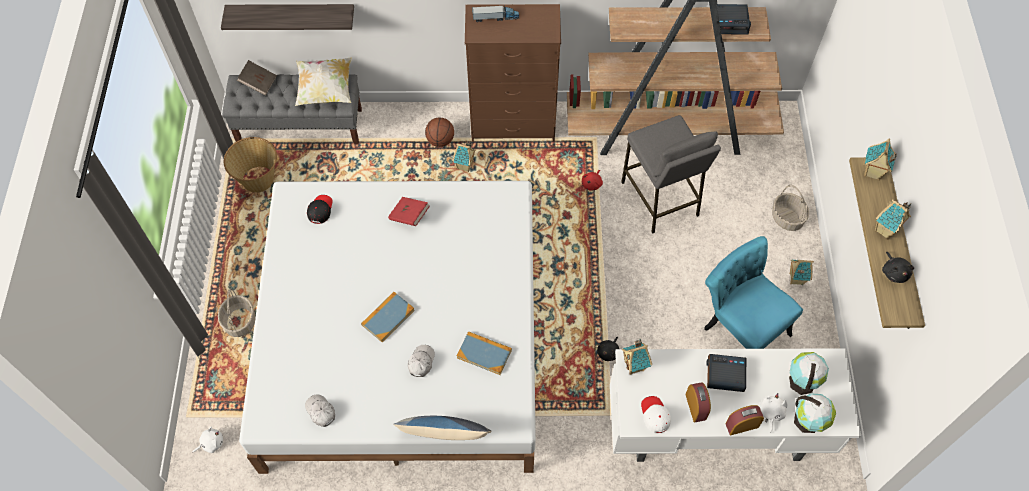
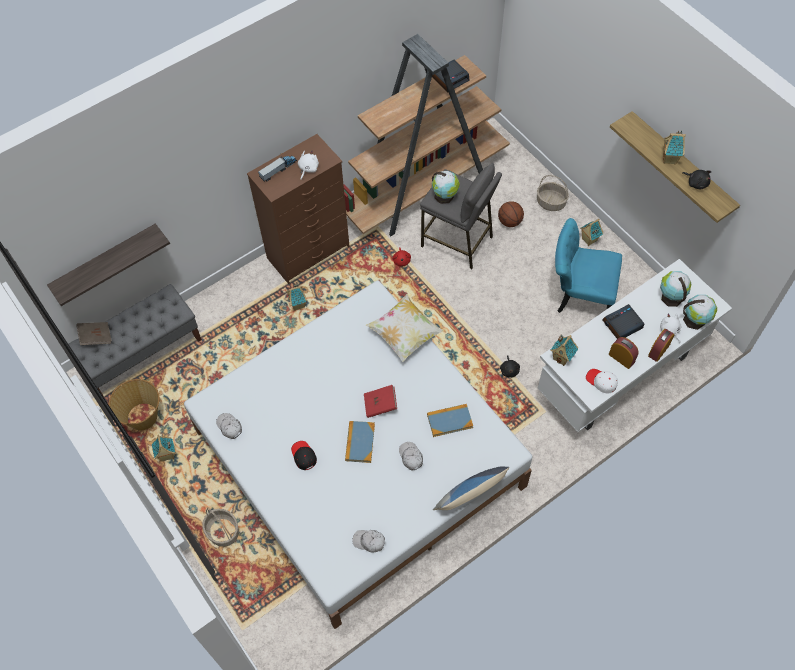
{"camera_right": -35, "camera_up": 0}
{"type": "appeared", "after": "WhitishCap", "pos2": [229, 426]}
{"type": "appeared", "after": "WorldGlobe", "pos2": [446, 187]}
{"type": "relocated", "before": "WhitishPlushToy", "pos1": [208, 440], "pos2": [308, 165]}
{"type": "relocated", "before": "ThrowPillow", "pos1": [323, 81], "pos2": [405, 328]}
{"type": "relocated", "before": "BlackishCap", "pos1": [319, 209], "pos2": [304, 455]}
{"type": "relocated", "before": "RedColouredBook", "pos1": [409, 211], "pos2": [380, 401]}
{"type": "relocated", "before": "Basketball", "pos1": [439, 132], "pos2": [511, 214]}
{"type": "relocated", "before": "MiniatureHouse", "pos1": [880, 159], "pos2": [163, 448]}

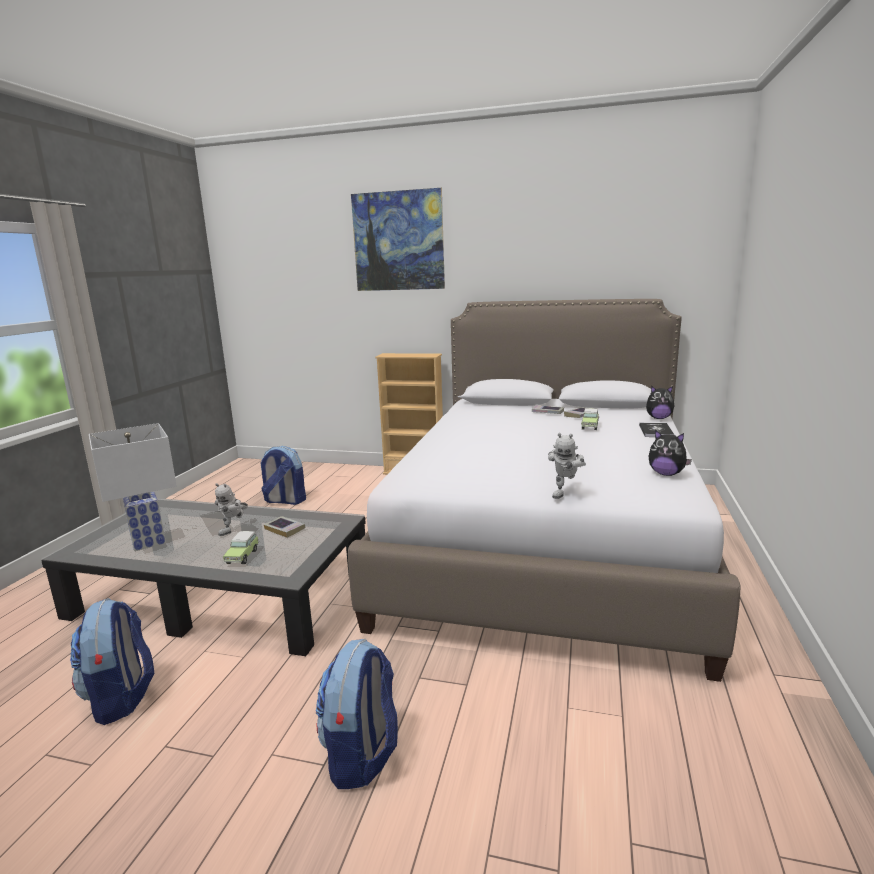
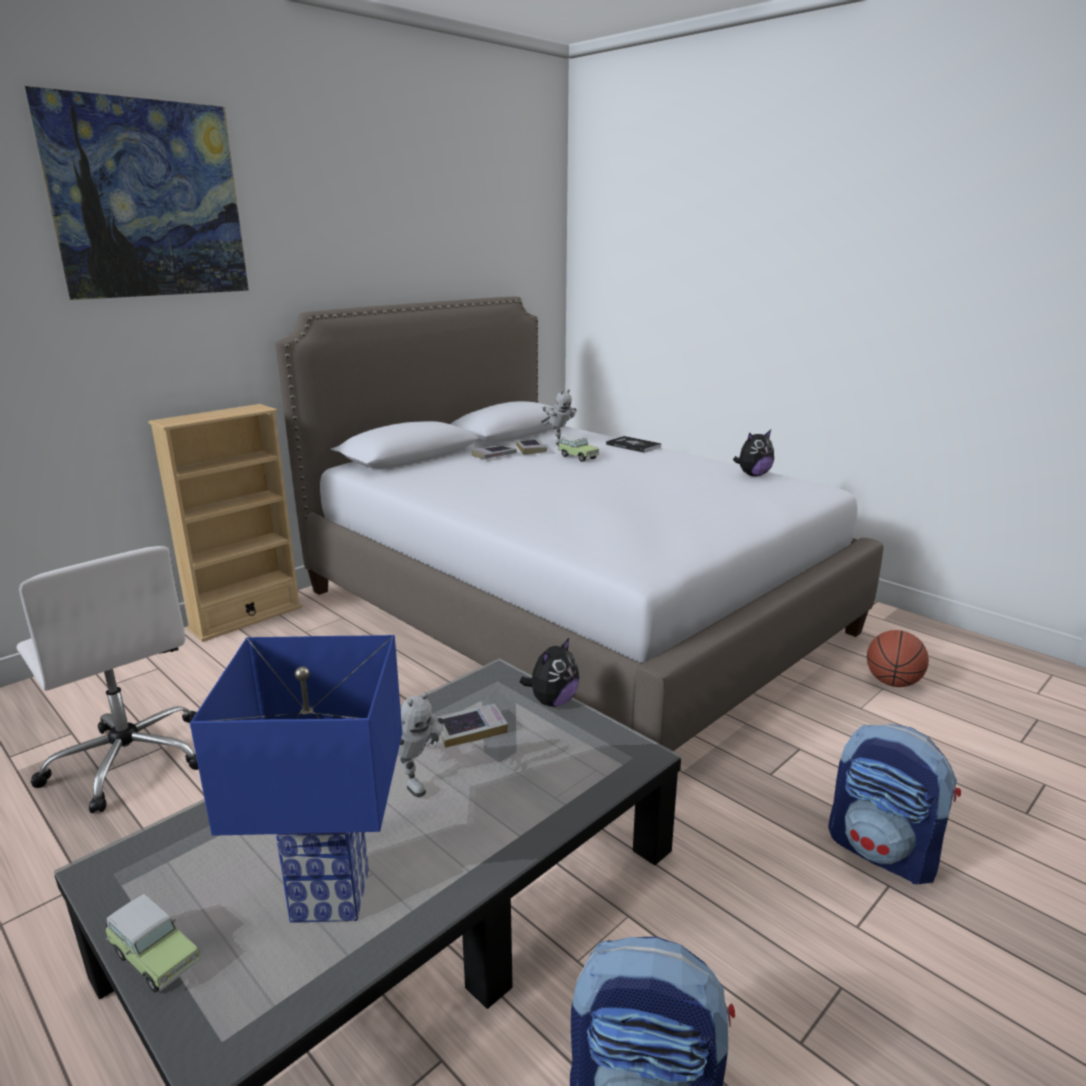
{"camera_right": -60, "camera_up": 5}
{"type": "appeared", "after": "Basketball", "pos2": [898, 658]}
{"type": "relocated", "before": "MiniatureCar", "pos1": [241, 547], "pos2": [153, 943]}
{"type": "relocated", "before": "ModelRobot", "pos1": [567, 466], "pos2": [558, 417]}
{"type": "relocated", "before": "PlushToy", "pos1": [660, 402], "pos2": [549, 672]}
{"type": "exchanged", "before": "Knapsack", "after": "WhitishDeskChair", "pos1": [283, 475], "pos2": [107, 679]}
{"type": "colour", "before": "WhitishTabletopLamp", "after": "BlueColouredTabletopLamp", "pos1": [133, 487], "pos2": [296, 779]}

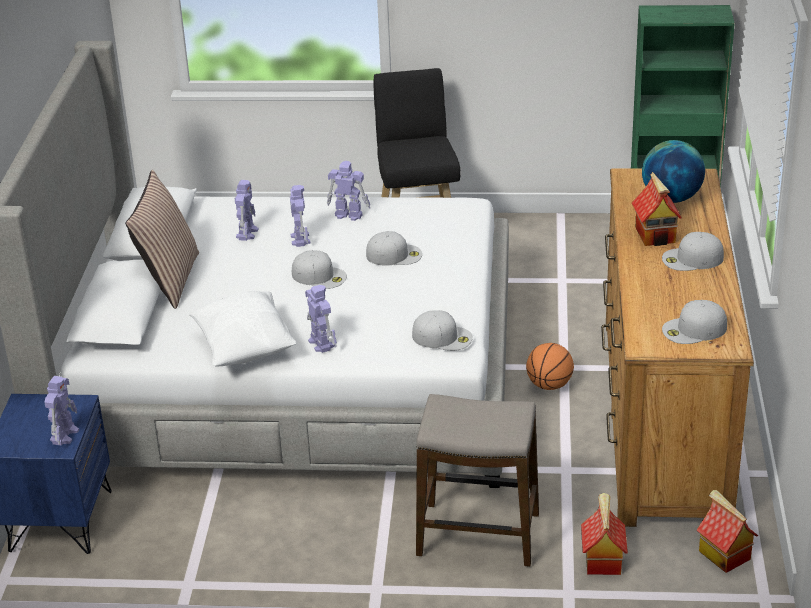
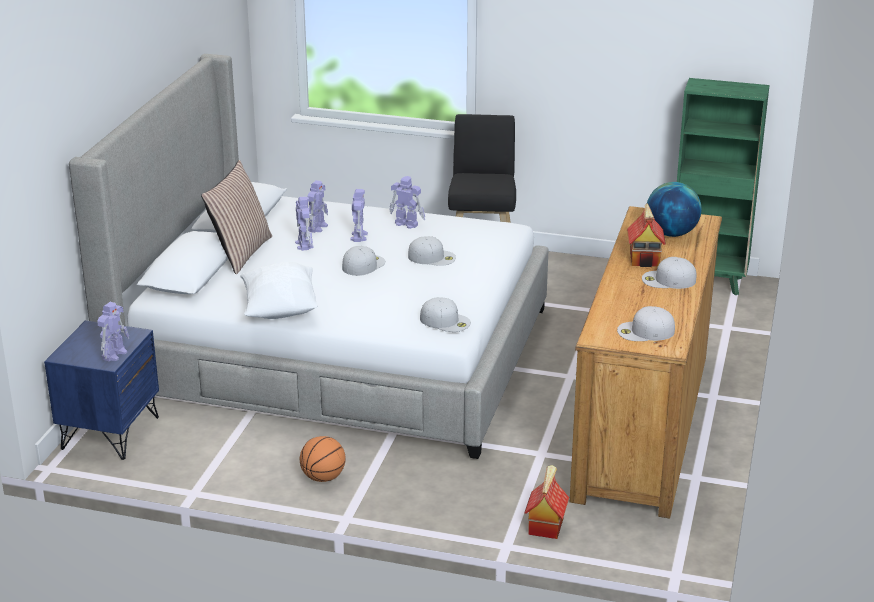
{"camera_right": 10, "camera_up": -5}
{"type": "missing", "before": "StoolSeat", "pos1": [477, 480]}
{"type": "missing", "before": "MiniatureHouse", "pos1": [727, 531]}
{"type": "relocated", "before": "ModelRobot", "pos1": [321, 319], "pos2": [304, 223]}
{"type": "relocated", "before": "Basketball", "pos1": [550, 366], "pos2": [323, 459]}
{"type": "spun", "before": "WhitishCap", "pos1": [319, 269], "pos2": [364, 261], "turn": -90}

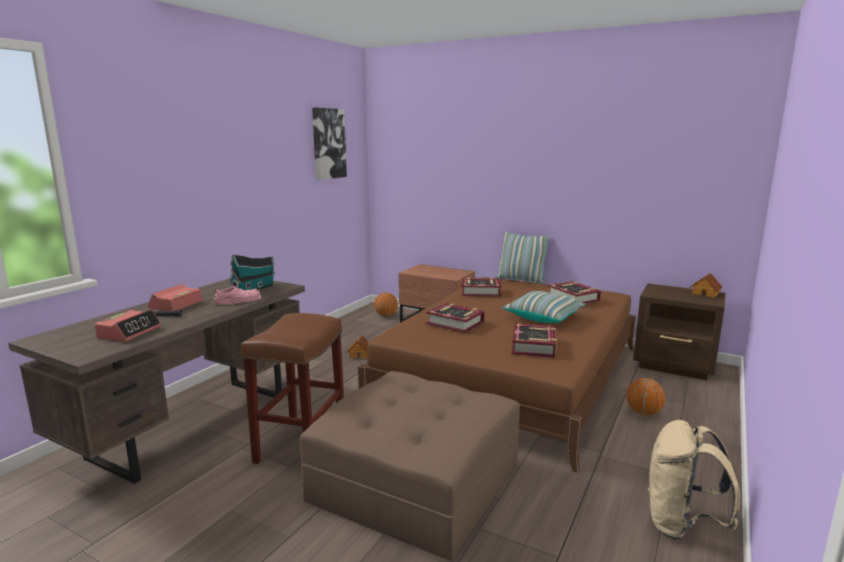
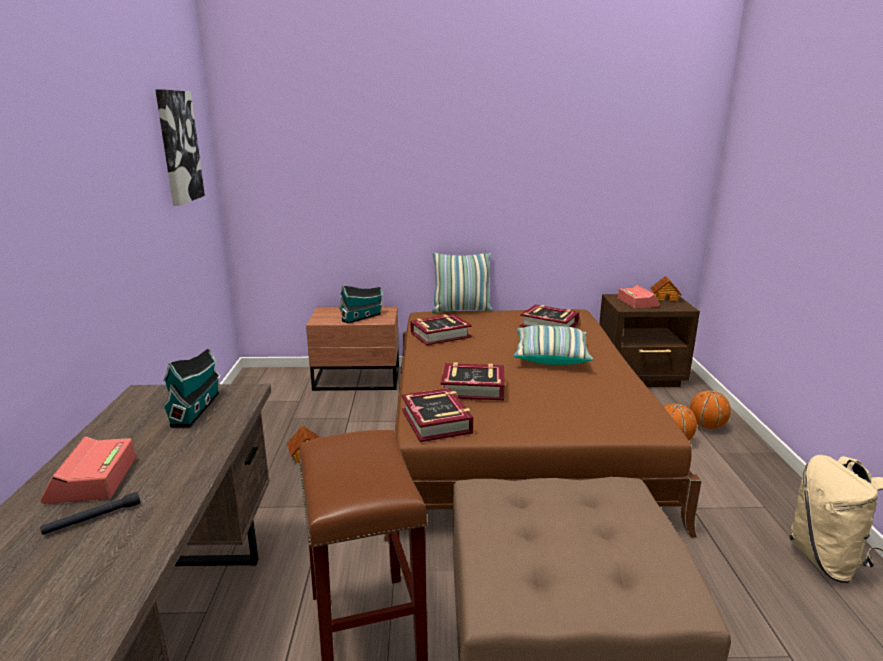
{"camera_right": -30, "camera_up": 5}
{"type": "missing", "before": "PinkishShoe", "pos1": [237, 295]}
{"type": "appeared", "after": "MiniatureHouse", "pos2": [361, 305]}
{"type": "relocated", "before": "AlarmClock", "pos1": [127, 325], "pos2": [639, 297]}
{"type": "relocated", "before": "Basketball", "pos1": [386, 304], "pos2": [710, 409]}
{"type": "relocated", "before": "Book", "pos1": [534, 340], "pos2": [437, 415]}

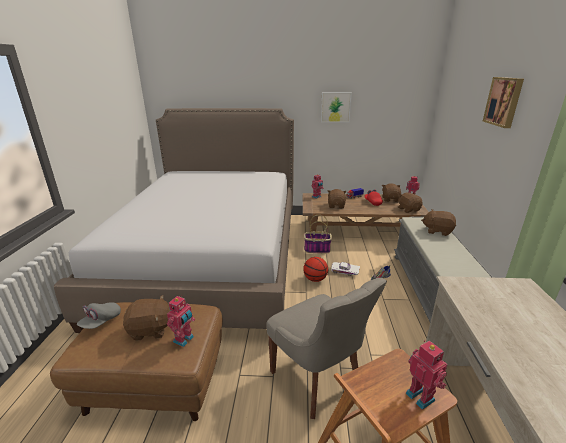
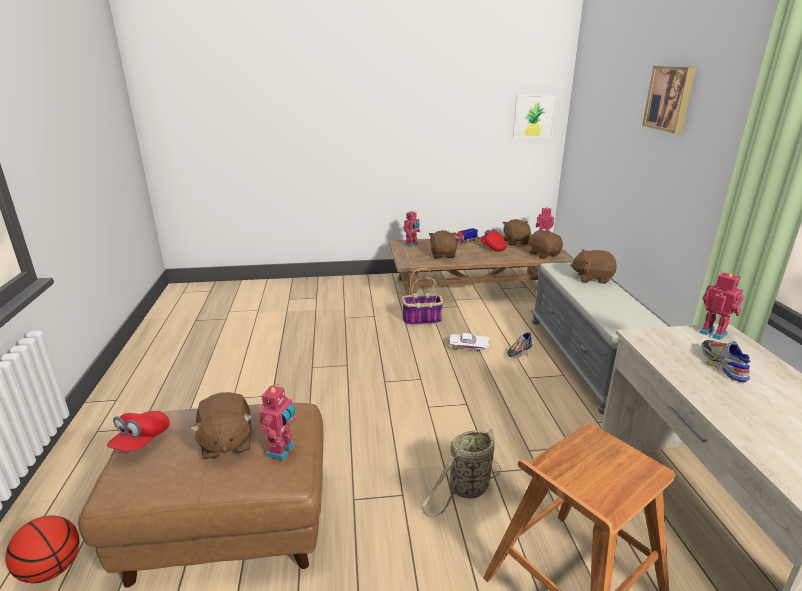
{"camera_right": -10, "camera_up": 0}
{"type": "missing", "before": "Bed", "pos1": [174, 220]}
{"type": "appeared", "after": "Shoe", "pos2": [726, 361]}
{"type": "relocated", "before": "Basketball", "pos1": [315, 269], "pos2": [42, 549]}
{"type": "relocated", "before": "Picture", "pos1": [336, 107], "pos2": [535, 116]}
{"type": "relocated", "before": "ModelRobot", "pos1": [426, 375], "pos2": [721, 305]}
{"type": "exchanged", "before": "GreyUprightChair", "after": "StorageBasket", "pos1": [326, 348], "pos2": [460, 472]}
{"type": "colour", "before": "GreyCap", "after": "RedColouredCap", "pos1": [99, 315], "pos2": [138, 431]}
{"type": "spun", "before": "BrownishPlushToy", "pos1": [147, 318], "pos2": [221, 426], "turn": 90}

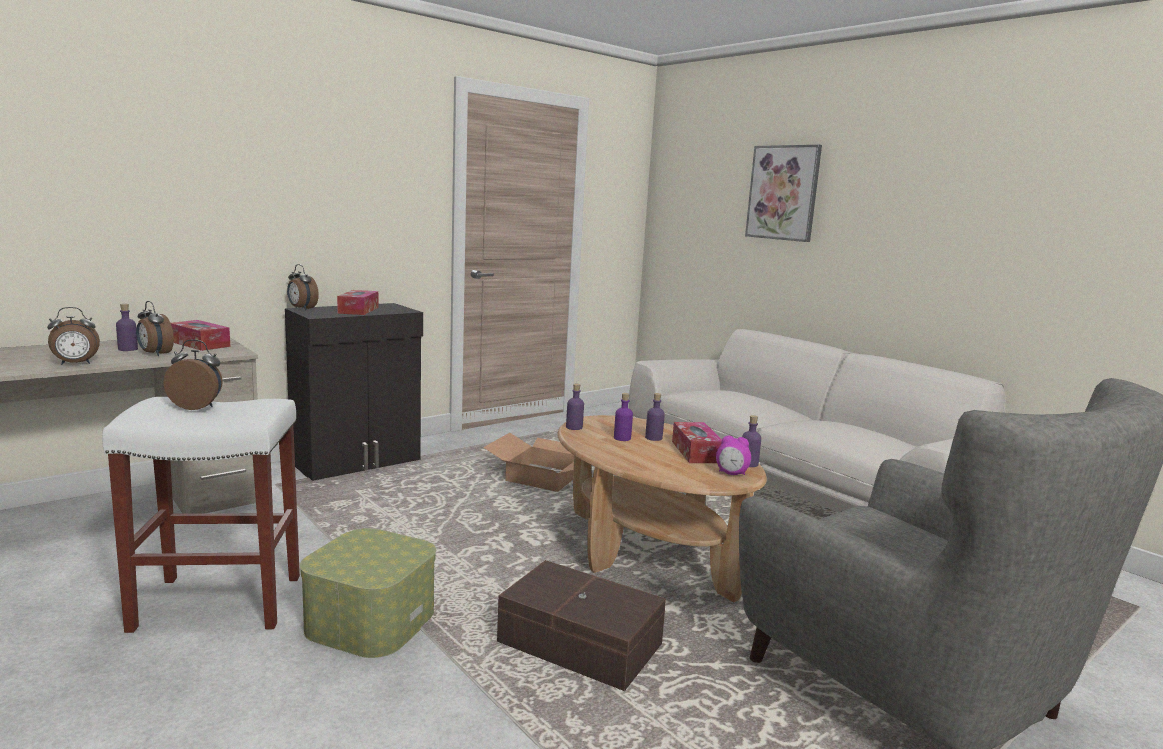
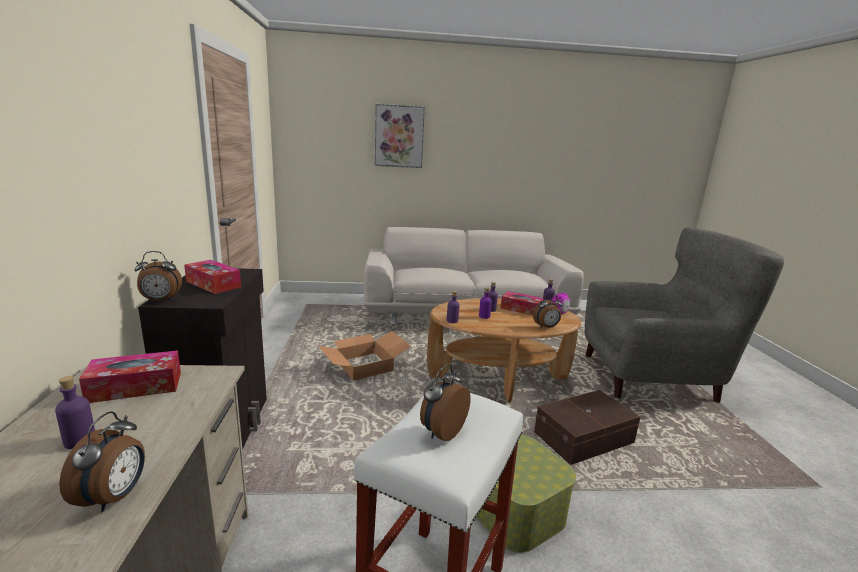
{"camera_right": -55, "camera_up": 5}
{"type": "relocated", "before": "AlarmClock", "pos1": [155, 328], "pos2": [547, 311]}

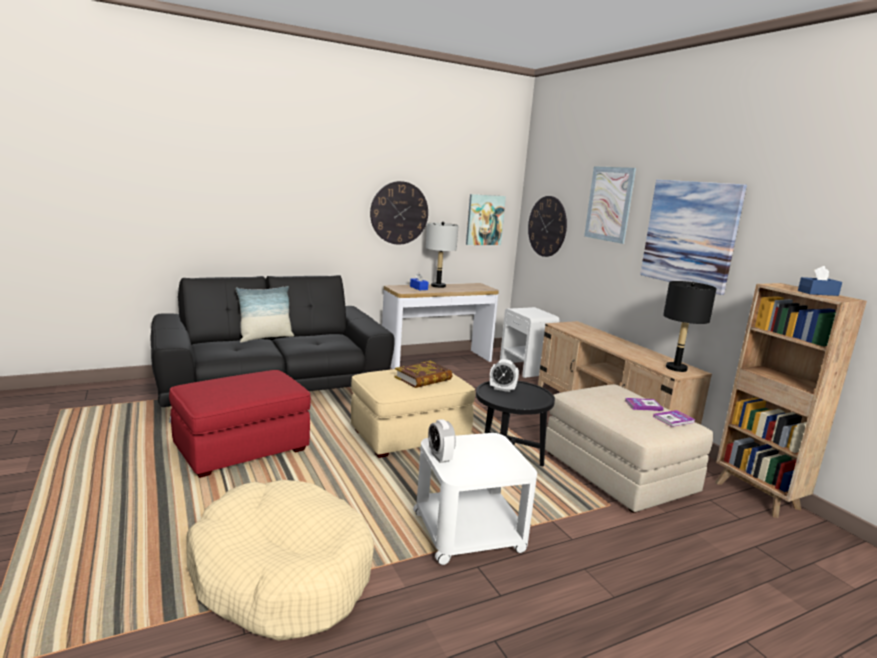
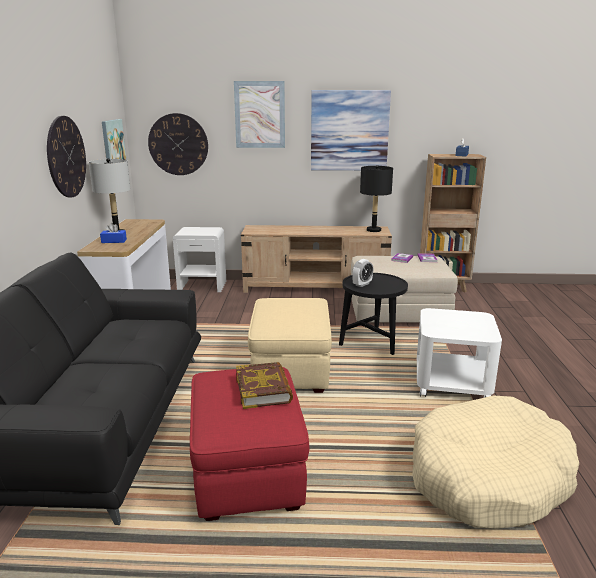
{"camera_right": -60, "camera_up": 5}
{"type": "missing", "before": "ThrowPillow", "pos1": [265, 314]}
{"type": "missing", "before": "AlarmClock", "pos1": [442, 441]}
{"type": "relocated", "before": "Book", "pos1": [423, 374], "pos2": [264, 385]}

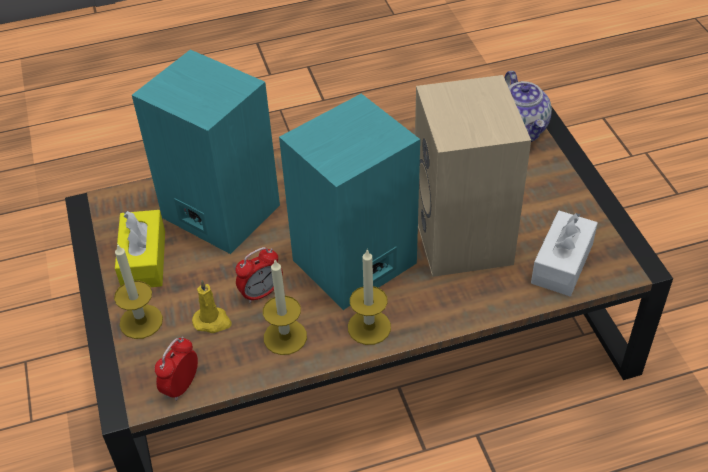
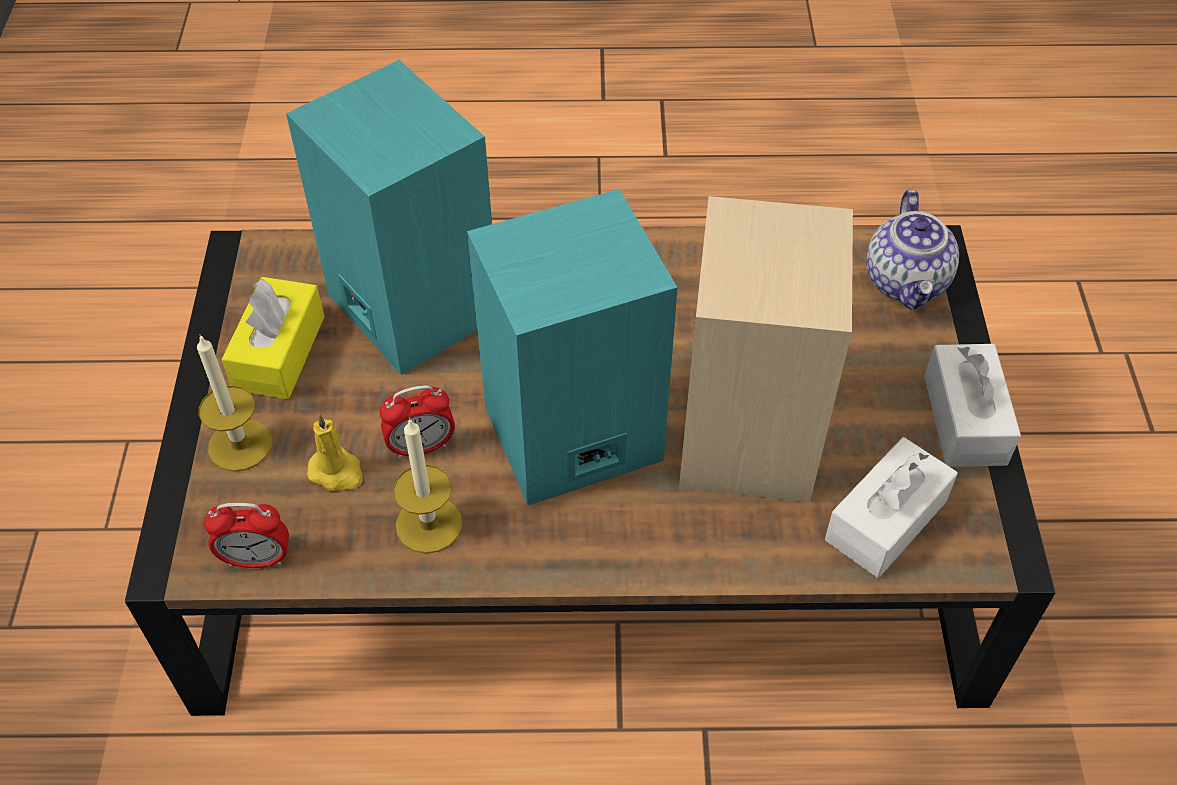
{"camera_right": 15, "camera_up": 5}
{"type": "missing", "before": "WaxCandle", "pos1": [369, 297]}
{"type": "appeared", "after": "WhitishBoxOfTissues", "pos2": [972, 405]}
{"type": "spun", "before": "AlarmClock", "pos1": [176, 369], "pos2": [246, 535], "turn": -135}

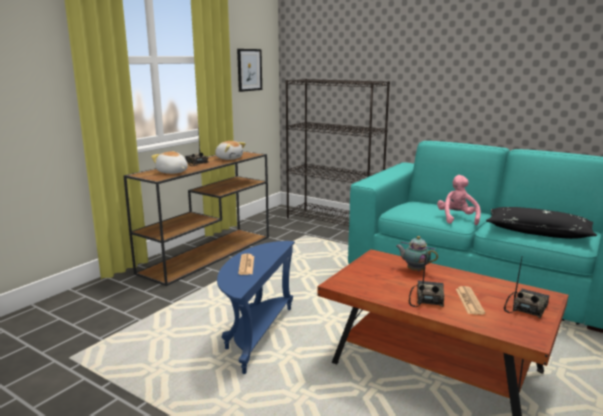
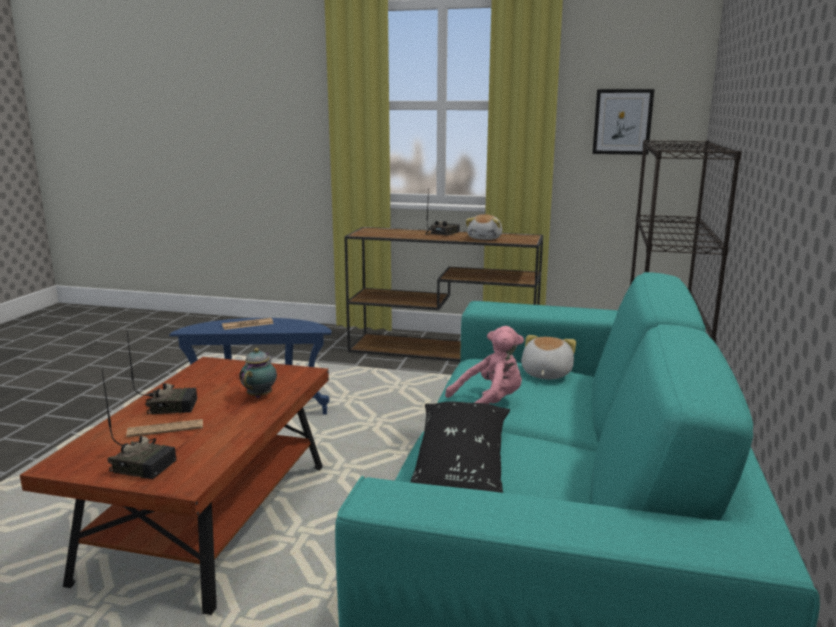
{"camera_right": 70, "camera_up": 0}
{"type": "relocated", "before": "PlushToy", "pos1": [169, 162], "pos2": [548, 357]}

